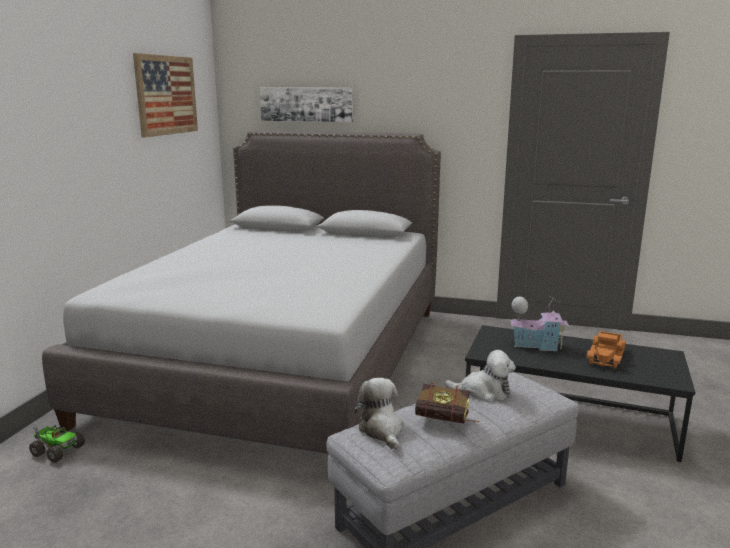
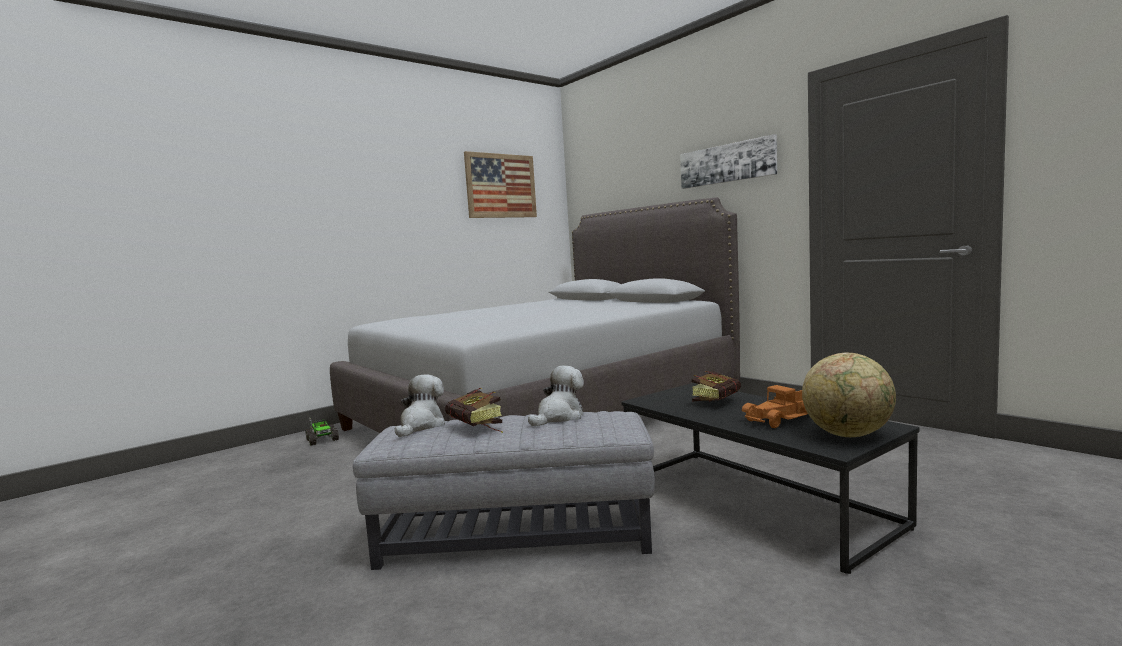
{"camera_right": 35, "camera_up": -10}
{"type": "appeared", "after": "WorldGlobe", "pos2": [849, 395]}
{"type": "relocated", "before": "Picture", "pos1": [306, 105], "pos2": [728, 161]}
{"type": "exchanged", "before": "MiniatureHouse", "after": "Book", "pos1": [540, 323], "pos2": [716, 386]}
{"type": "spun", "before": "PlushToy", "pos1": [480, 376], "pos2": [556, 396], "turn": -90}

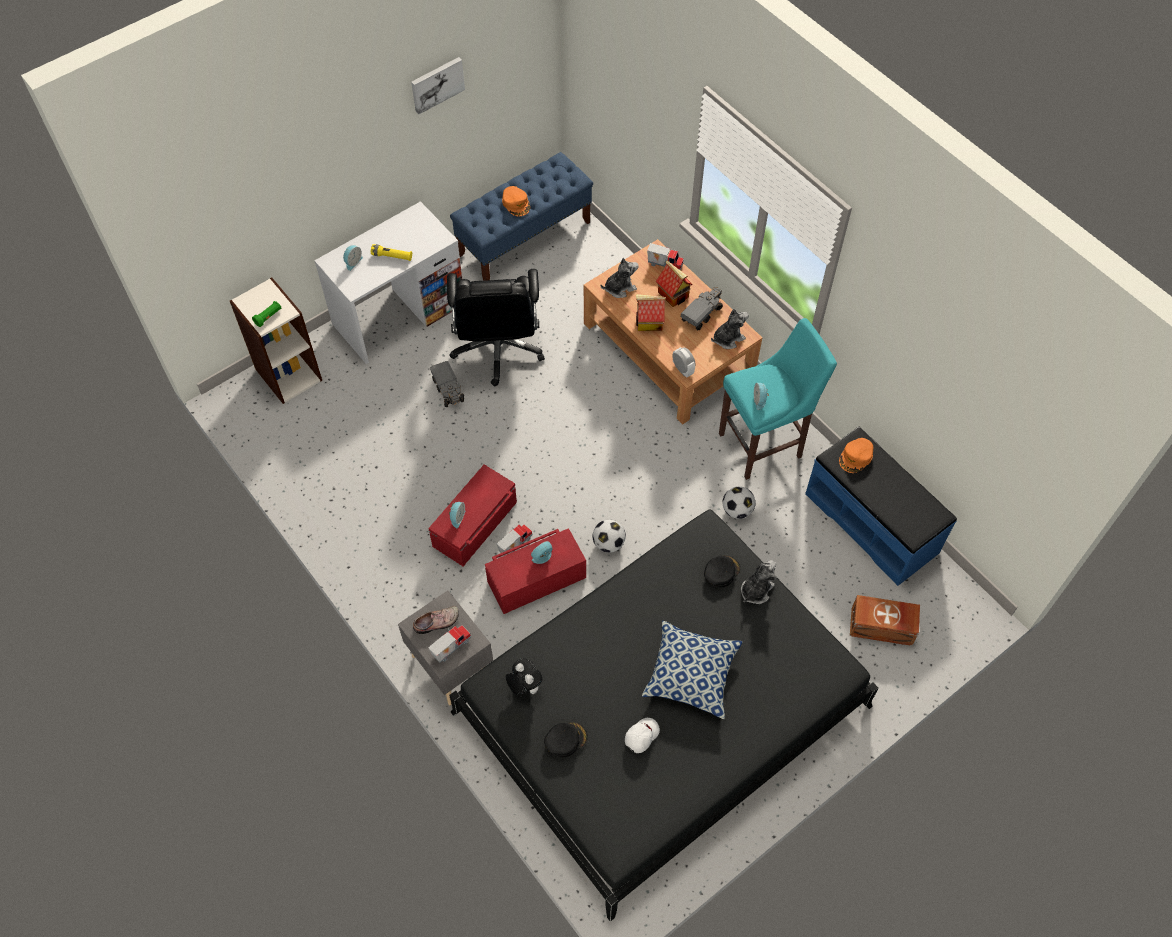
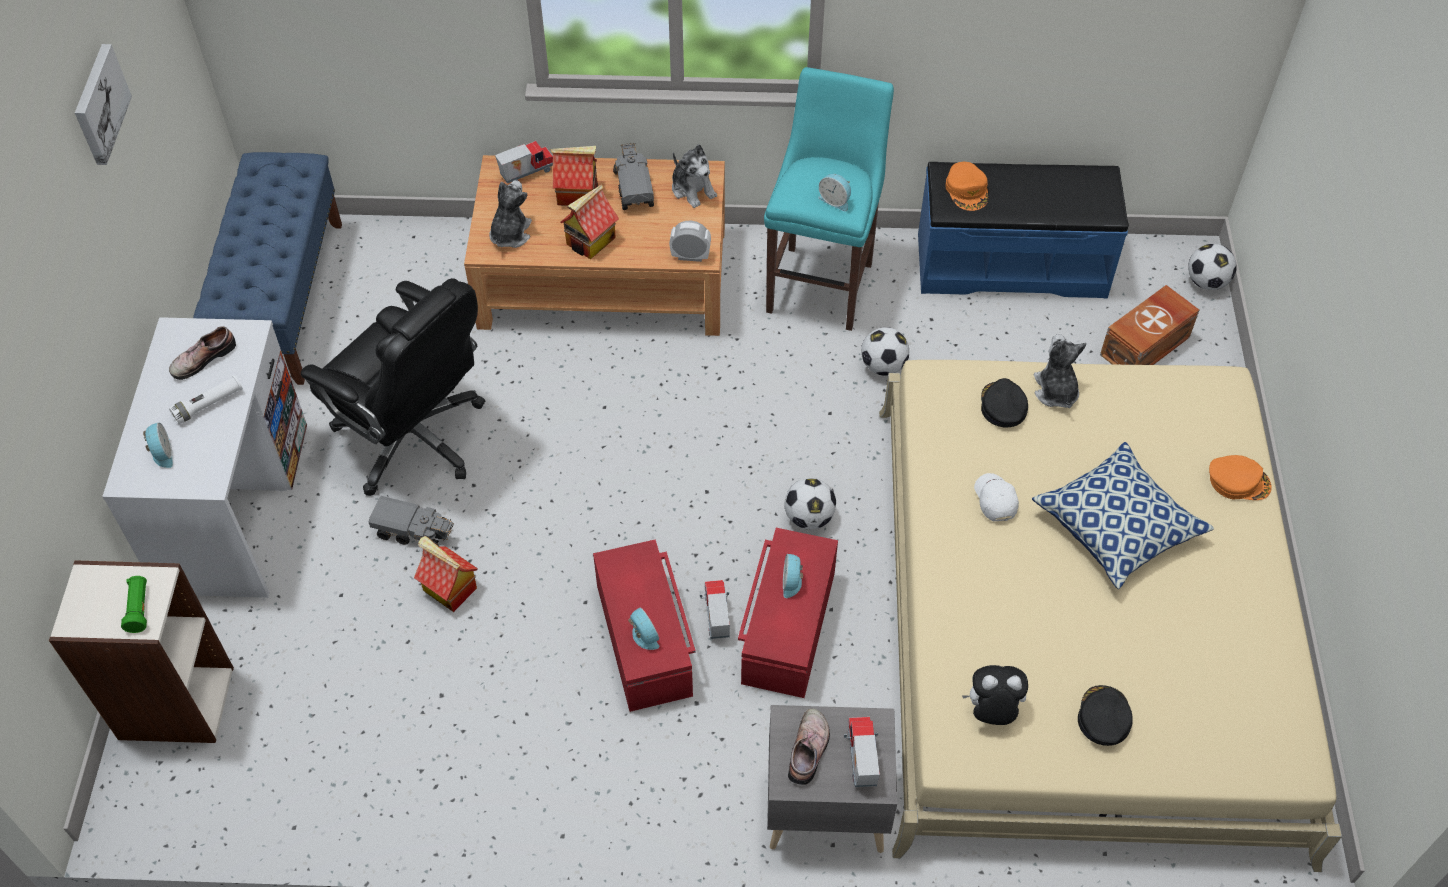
{"camera_right": -50, "camera_up": -5}
{"type": "appeared", "after": "Shoe", "pos2": [202, 353]}
{"type": "appeared", "after": "MiniatureHouse", "pos2": [446, 574]}
{"type": "appeared", "after": "Football", "pos2": [1212, 267]}
{"type": "relocated", "before": "OrangeCap", "pos1": [516, 201], "pos2": [1240, 477]}
{"type": "relocated", "before": "WhitishCap", "pos1": [642, 735], "pos2": [996, 497]}
{"type": "colour", "before": "YellowishFlashlight", "after": "WhitishFlashlight", "pos1": [391, 252], "pos2": [206, 399]}
{"type": "colour", "before": "BlackishBed", "after": "BeigeBed", "pos1": [663, 715], "pos2": [1110, 616]}
{"type": "spun", "before": "PlushToy", "pos1": [730, 329], "pos2": [694, 176], "turn": 135}

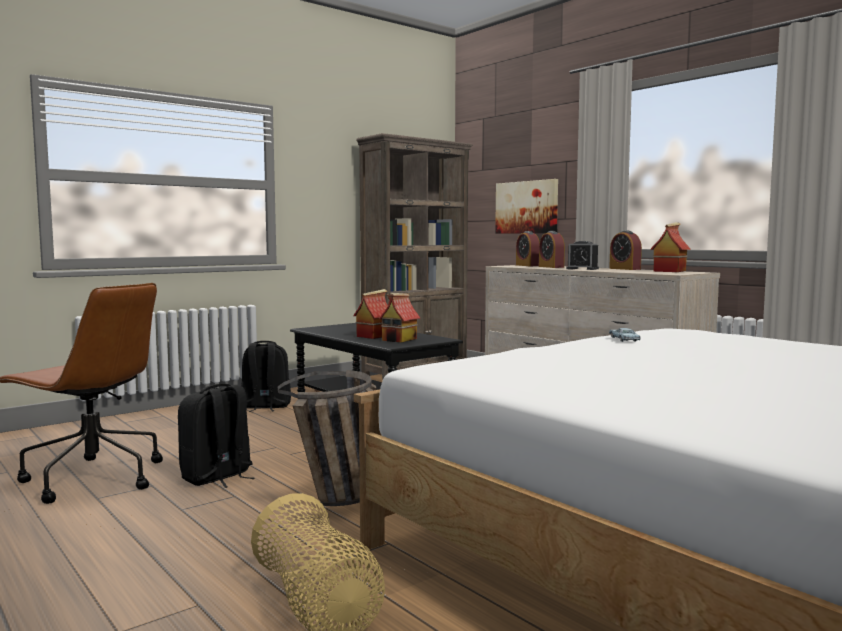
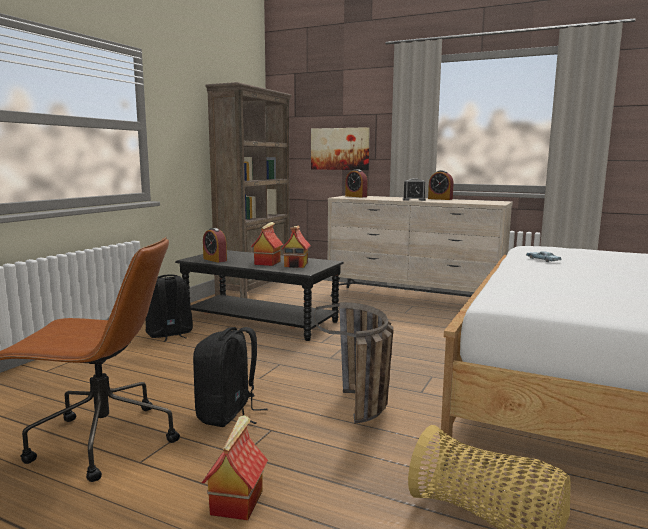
{"camera_right": -25, "camera_up": 5}
{"type": "relocated", "before": "AlarmClock", "pos1": [552, 249], "pos2": [215, 245]}
{"type": "relocated", "before": "MiniatureHouse", "pos1": [670, 247], "pos2": [235, 467]}

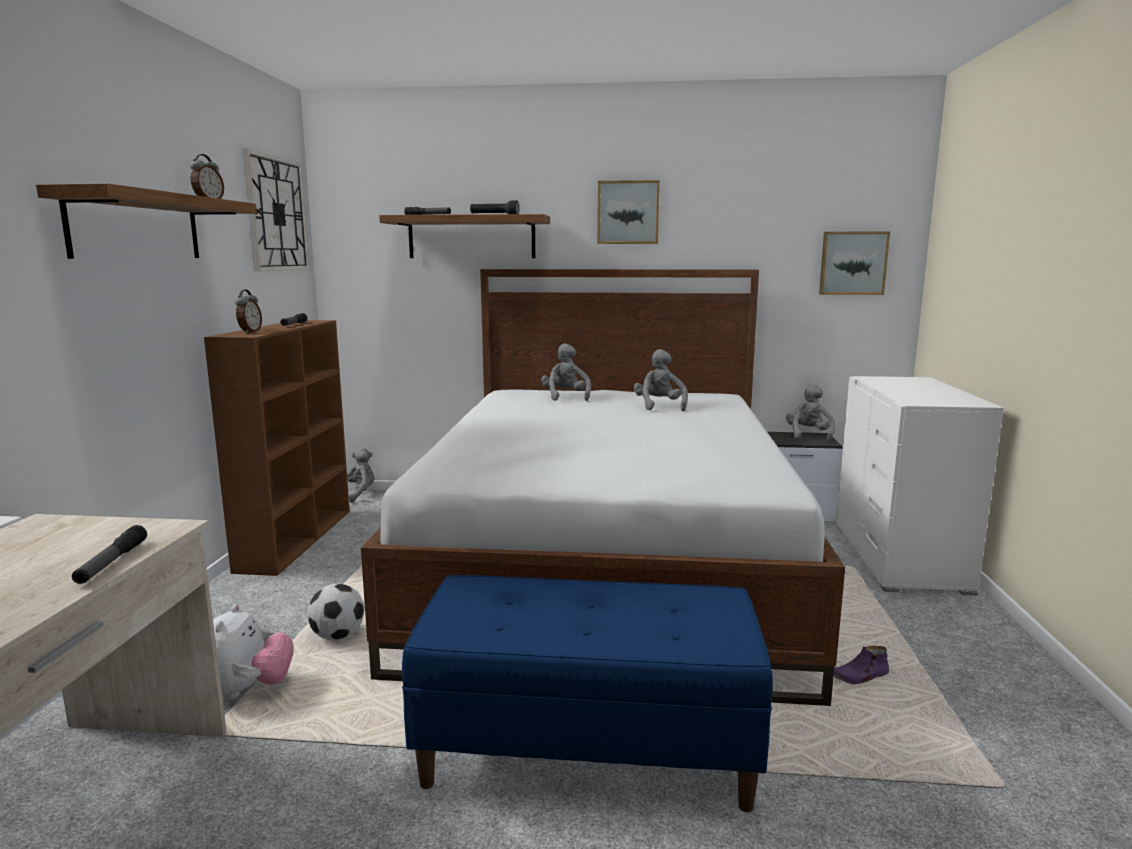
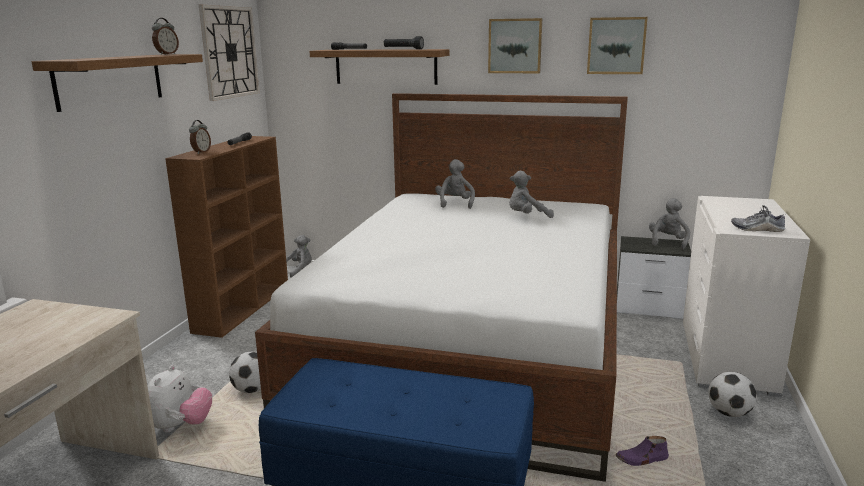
{"camera_right": 10, "camera_up": 5}
{"type": "missing", "before": "Flashlight", "pos1": [109, 554]}
{"type": "appeared", "after": "Football", "pos2": [732, 394]}
{"type": "appeared", "after": "Shoe", "pos2": [758, 218]}
{"type": "relocated", "before": "Picture", "pos1": [854, 263], "pos2": [617, 45]}
{"type": "spun", "before": "GreyPlushToy", "pos1": [661, 380], "pos2": [531, 194], "turn": -105}

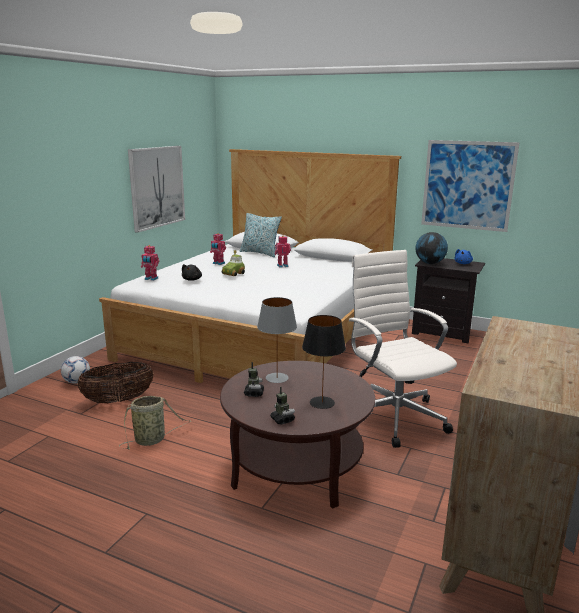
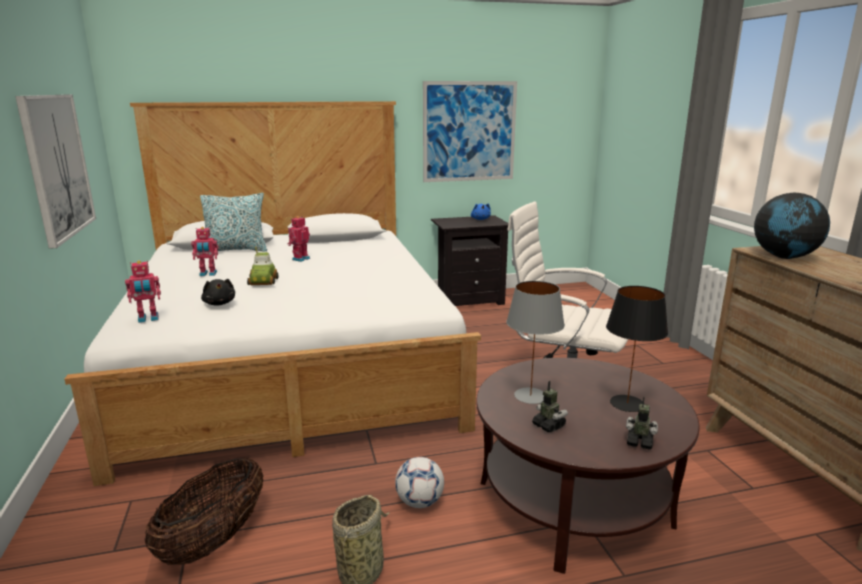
{"camera_right": -40, "camera_up": 0}
{"type": "relocated", "before": "Football", "pos1": [75, 370], "pos2": [419, 482]}
{"type": "relocated", "before": "WorldGlobe", "pos1": [431, 248], "pos2": [792, 226]}

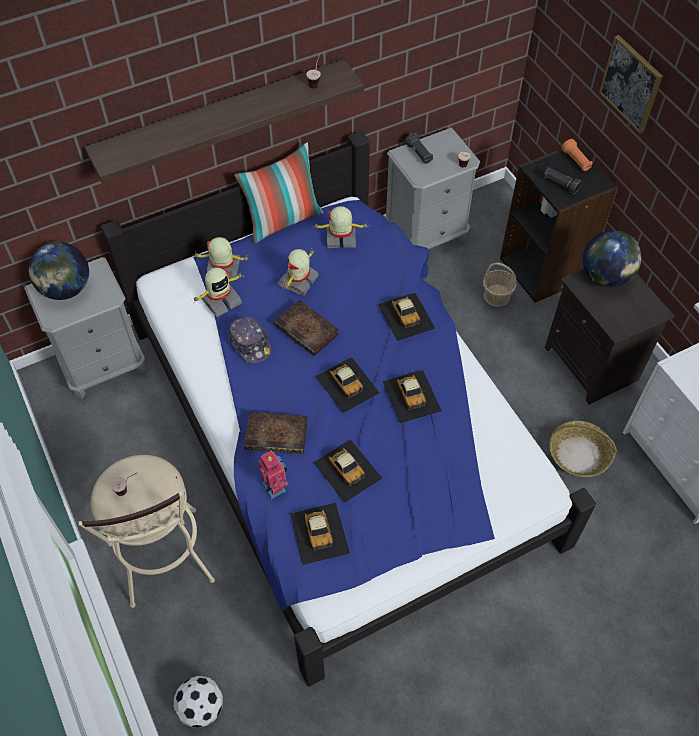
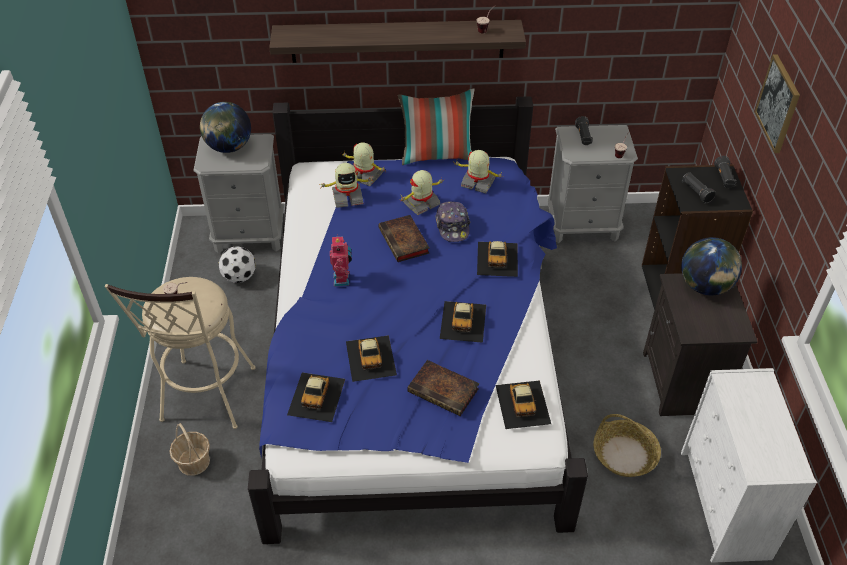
{"camera_right": 25, "camera_up": -10}
{"type": "relocated", "before": "Football", "pos1": [198, 702], "pos2": [237, 264]}
{"type": "relocated", "before": "Cap", "pos1": [250, 340], "pos2": [453, 221]}
{"type": "relocated", "before": "Book", "pos1": [276, 433], "pos2": [443, 388]}
{"type": "relocated", "before": "ModelRobot", "pos1": [273, 475], "pos2": [341, 260]}
{"type": "relocated", "before": "MiniatureCar", "pos1": [347, 385], "pos2": [523, 404]}
{"type": "relocated", "before": "StorageBasket", "pos1": [500, 284], "pos2": [189, 449]}
{"type": "colour", "before": "OrangeFlashlight", "after": "BlackishFlashlight", "pos1": [577, 155], "pos2": [725, 172]}

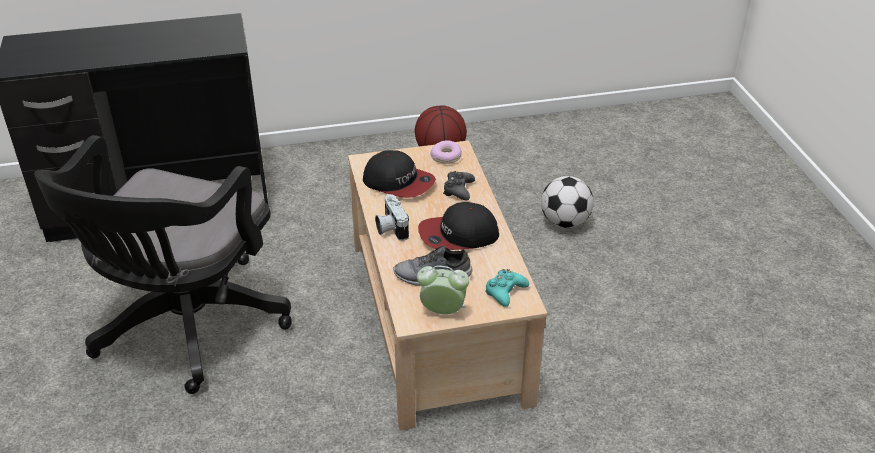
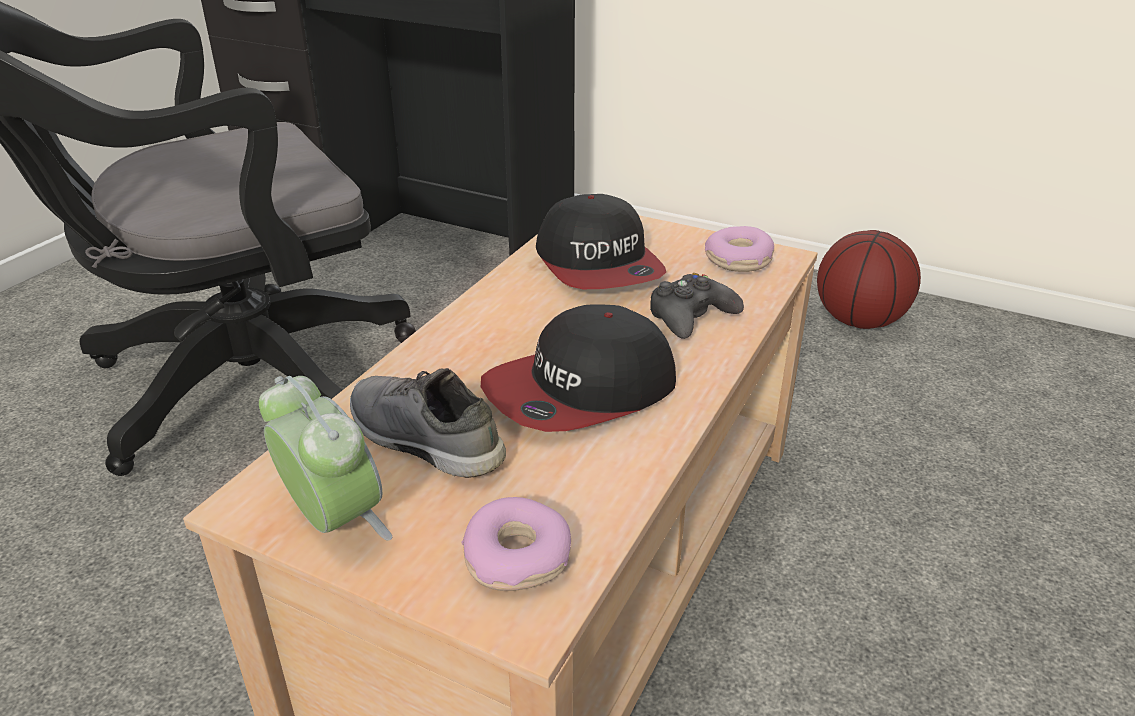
{"camera_right": 40, "camera_up": -5}
{"type": "missing", "before": "StillCamera", "pos1": [392, 217]}
{"type": "missing", "before": "Football", "pos1": [567, 202]}
{"type": "exchanged", "before": "TurquoiseColouredGamepad", "after": "Doughnut", "pos1": [507, 288], "pos2": [516, 544]}
{"type": "spun", "before": "Cap", "pos1": [458, 226], "pos2": [578, 368], "turn": -60}

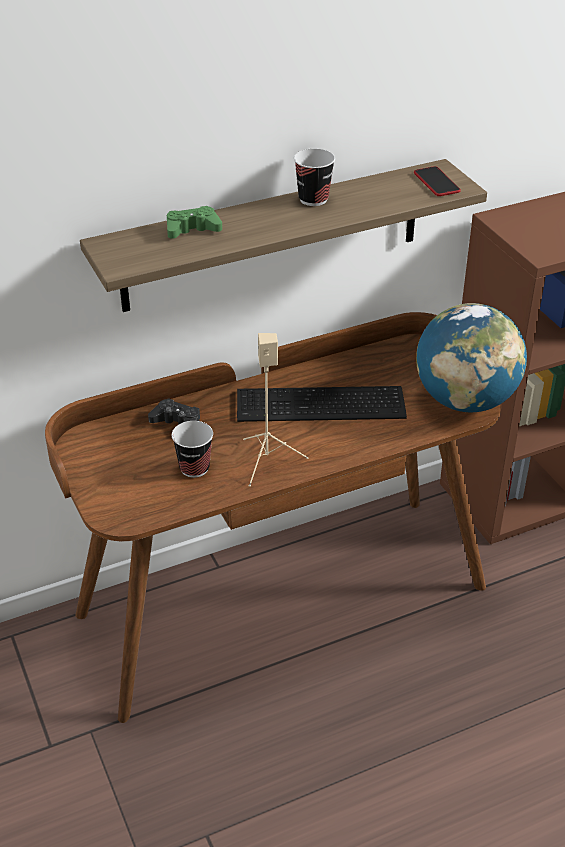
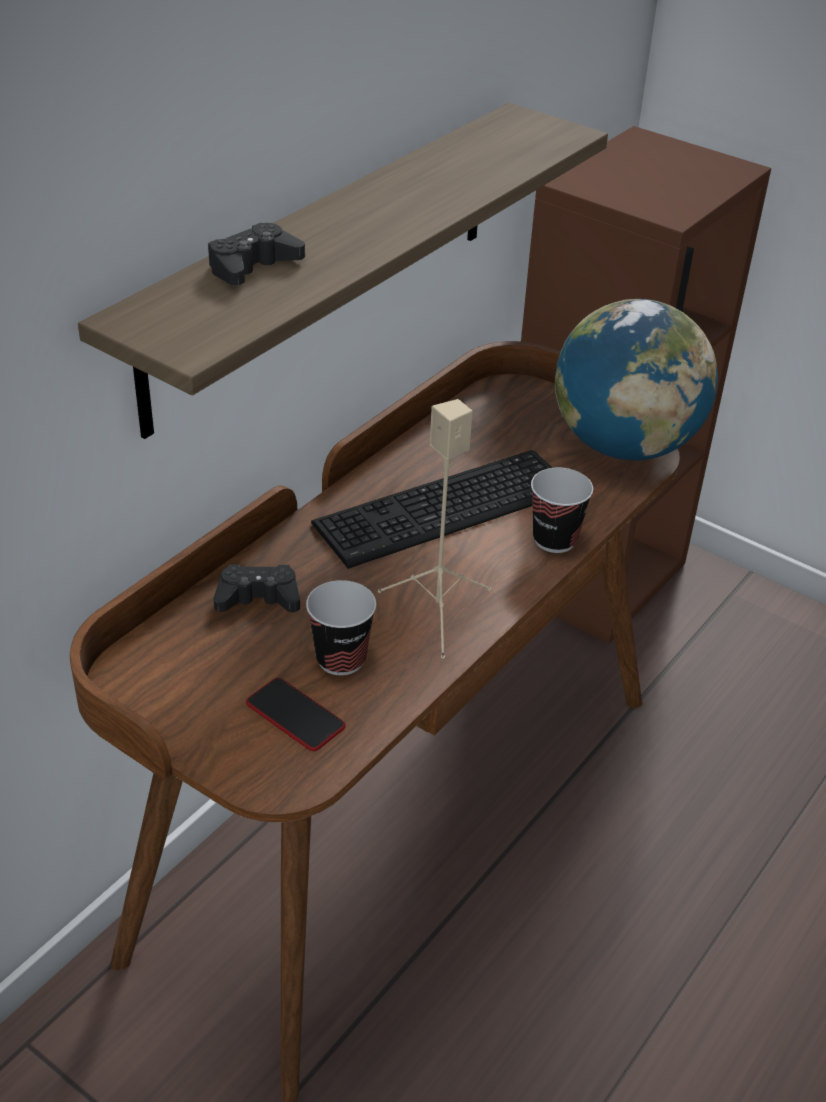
{"camera_right": -30, "camera_up": 0}
{"type": "relocated", "before": "SmallCup", "pos1": [314, 177], "pos2": [562, 510]}
{"type": "relocated", "before": "Handset", "pos1": [437, 181], "pos2": [296, 714]}
{"type": "colour", "before": "GreenishGamepad", "after": "BlackishGamepad", "pos1": [194, 222], "pos2": [256, 254]}

